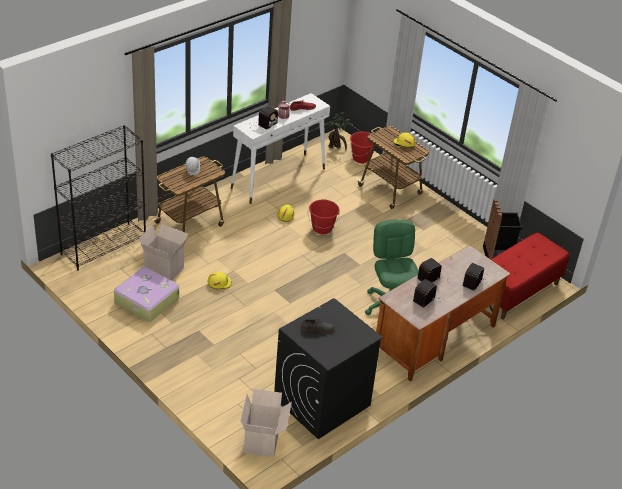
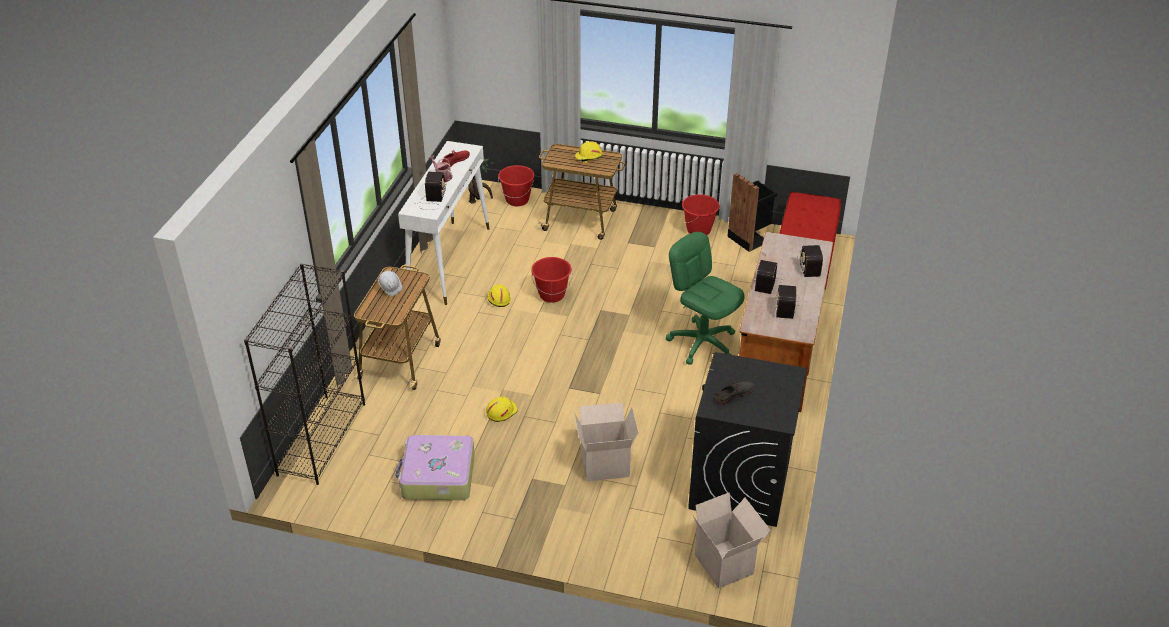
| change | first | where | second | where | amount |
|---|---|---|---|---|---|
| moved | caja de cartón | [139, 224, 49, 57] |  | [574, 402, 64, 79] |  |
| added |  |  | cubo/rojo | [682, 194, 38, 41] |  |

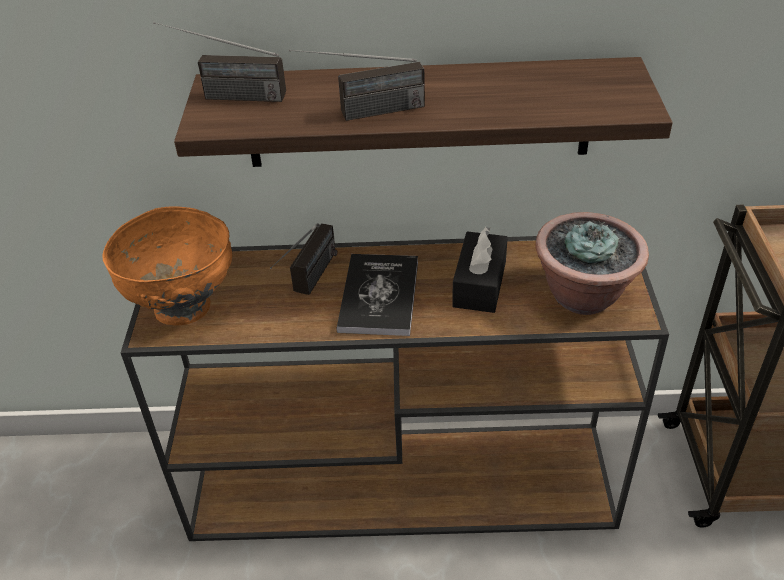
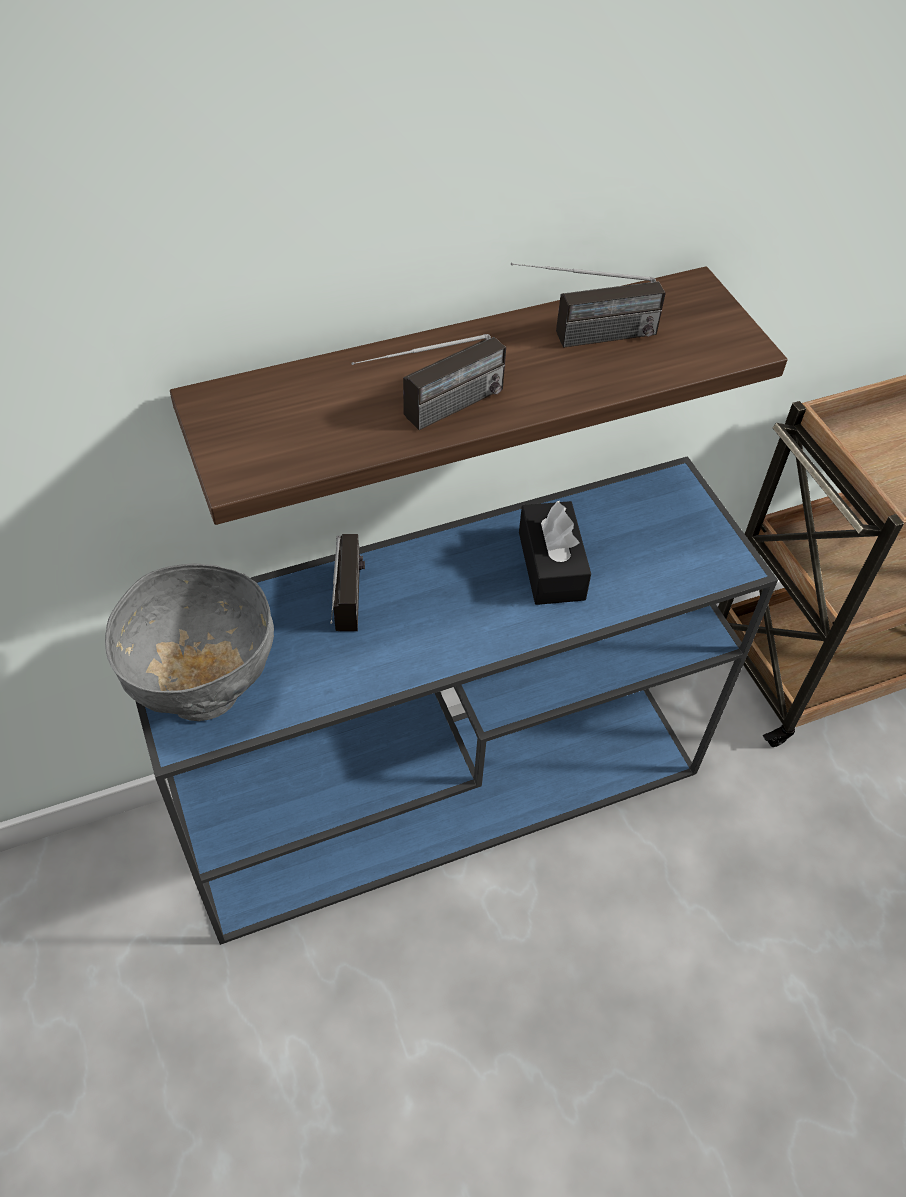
| change | first | where | second | where | amount |
|---|---|---|---|---|---|
| recoloured | cuenco/naranja | [102, 206, 130, 120] | cuenco/gris | [105, 564, 169, 157] |  |
| recoloured | mesa consola/marrón | [121, 236, 548, 305] | mesa consola/azul | [135, 456, 643, 489] |  |
| moved | radio | [153, 22, 133, 80] |  | [511, 263, 155, 85] |  |
| removed | libro | [336, 254, 82, 82] |  |  |  |
| removed | planta en maceta | [535, 212, 114, 103] |  |  |  |

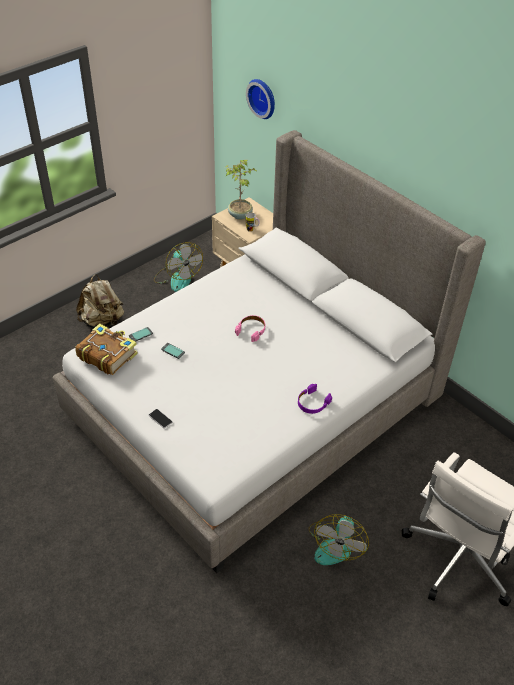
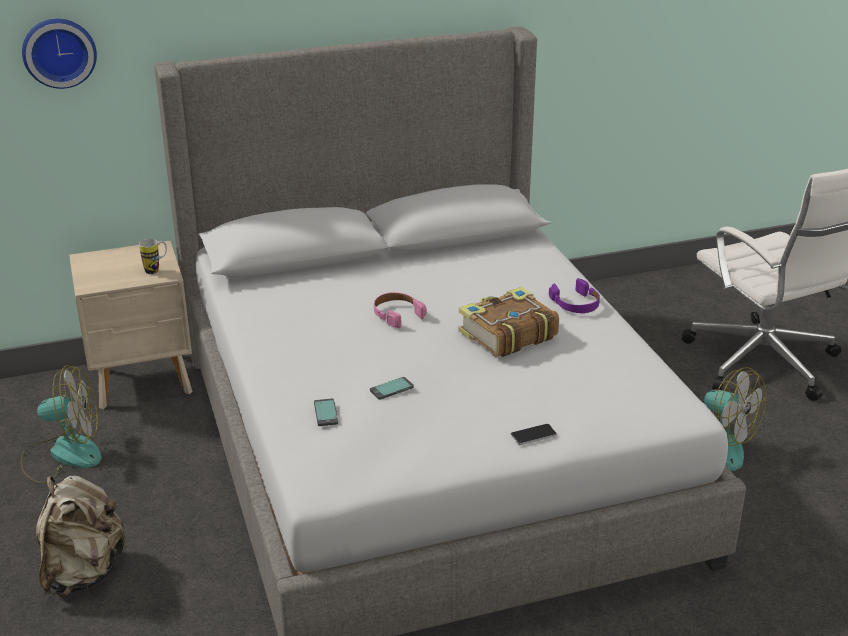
| change | first | where | second | where | amount |
|---|---|---|---|---|---|
| moved | libro | [75, 324, 63, 51] |  | [458, 287, 101, 70] |  |
| removed | planta en maceta | [226, 160, 32, 60] |  |  |  |

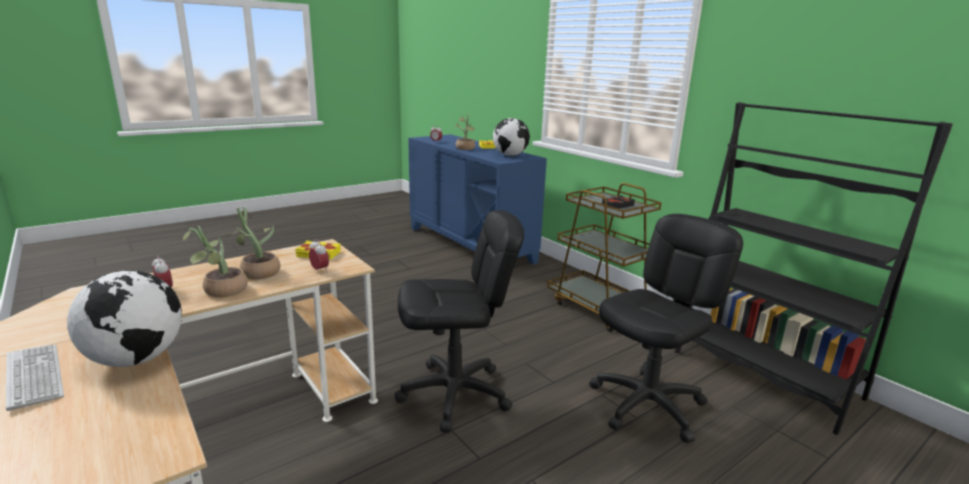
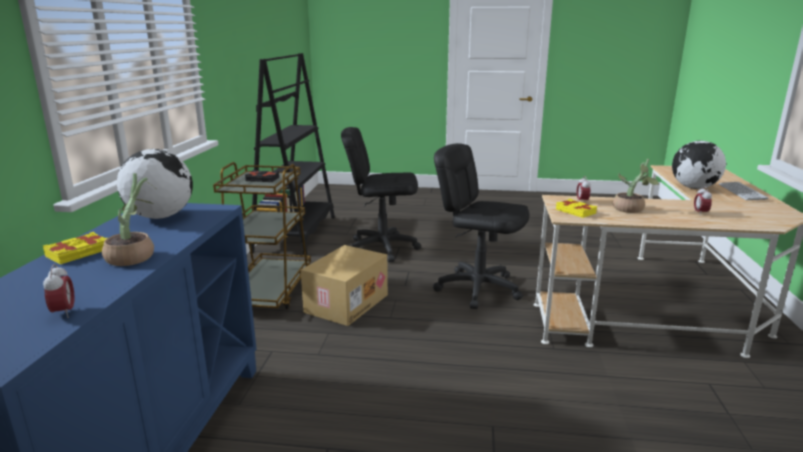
| change | first | where | second | where | amount |
|---|---|---|---|---|---|
| added |  |  | caja de cartón | [301, 245, 87, 81] |  |
| removed | planta en maceta | [183, 226, 65, 71] |  |  |  |

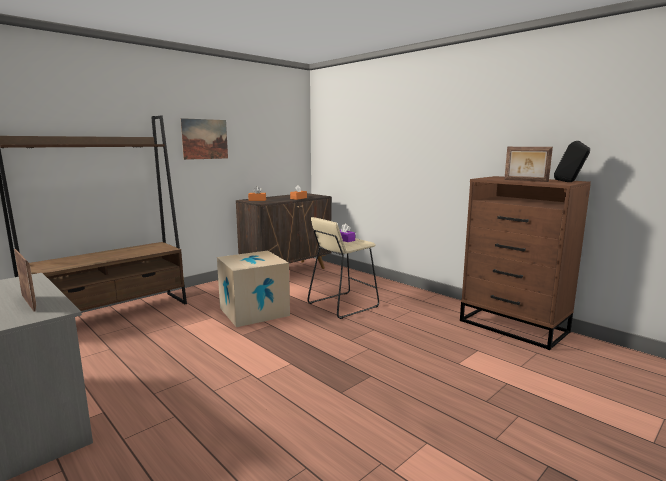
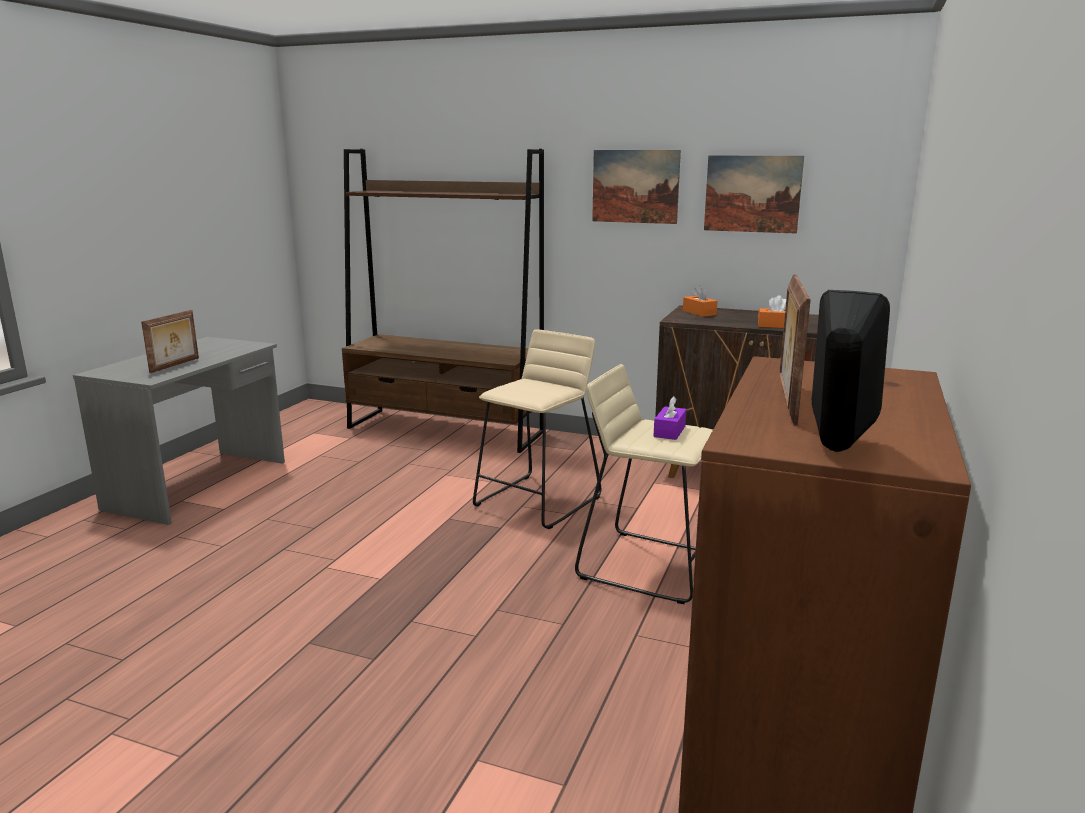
| change | first | where | second | where | amount |
|---|---|---|---|---|---|
| replaced | caja de cartón | [217, 251, 73, 76] | taburete/beis | [473, 329, 128, 200] |  |
| added |  |  | cuadro | [704, 155, 100, 79] |  |

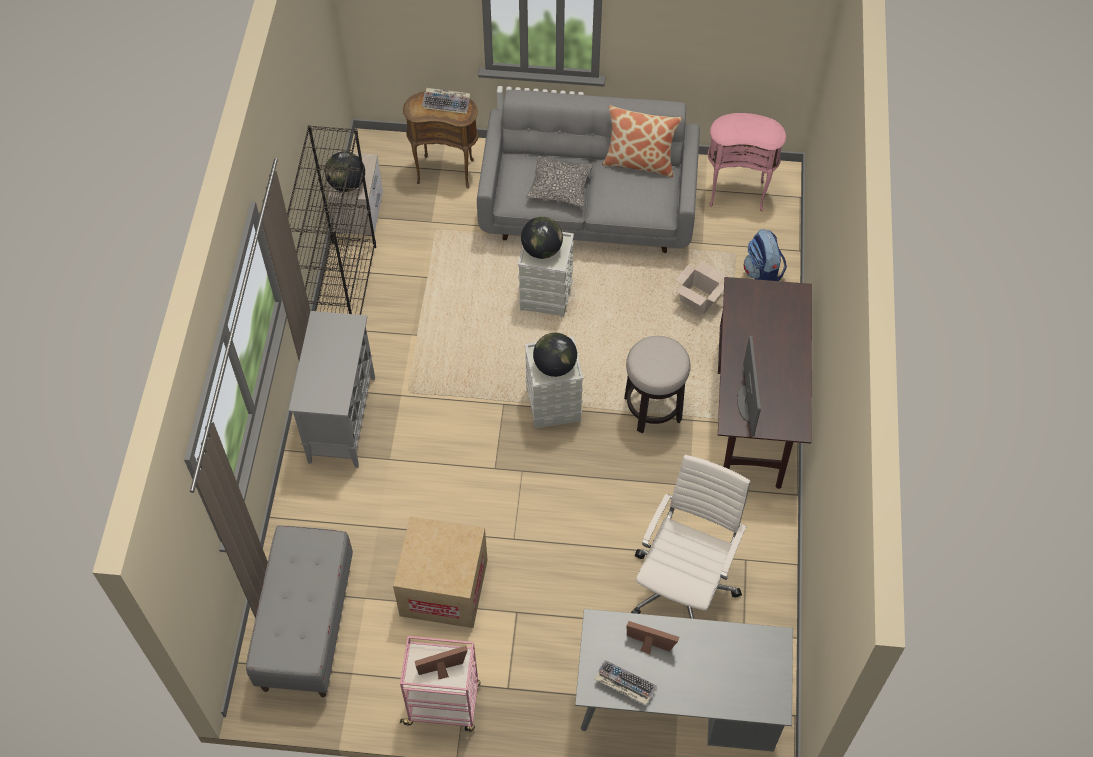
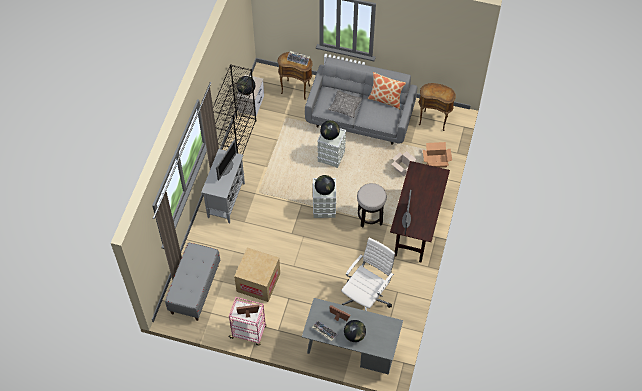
| change | first | where | second | where | amount |
|---|---|---|---|---|---|
| added |  |  | monitor | [216, 139, 21, 41] |  |
| added |  |  | globo terráqueo | [344, 320, 22, 22] |  |
| recoloured | mesa auxiliar/rosa | [707, 113, 79, 98] | mesa auxiliar/marrón | [419, 83, 37, 48] |  |
| replaced | mochila | [744, 229, 43, 52] | caja de cartón | [423, 142, 29, 26] |  |

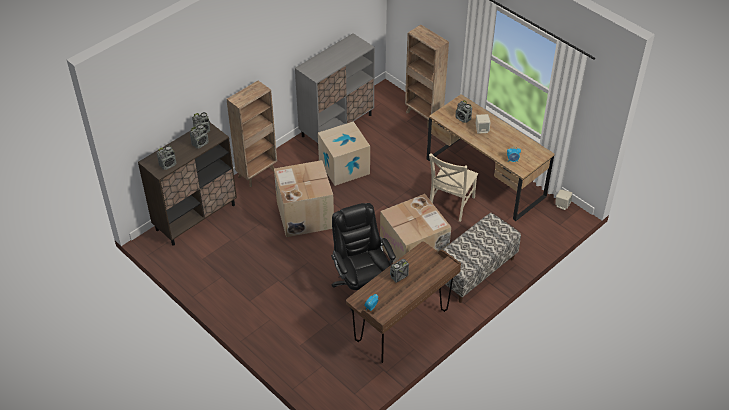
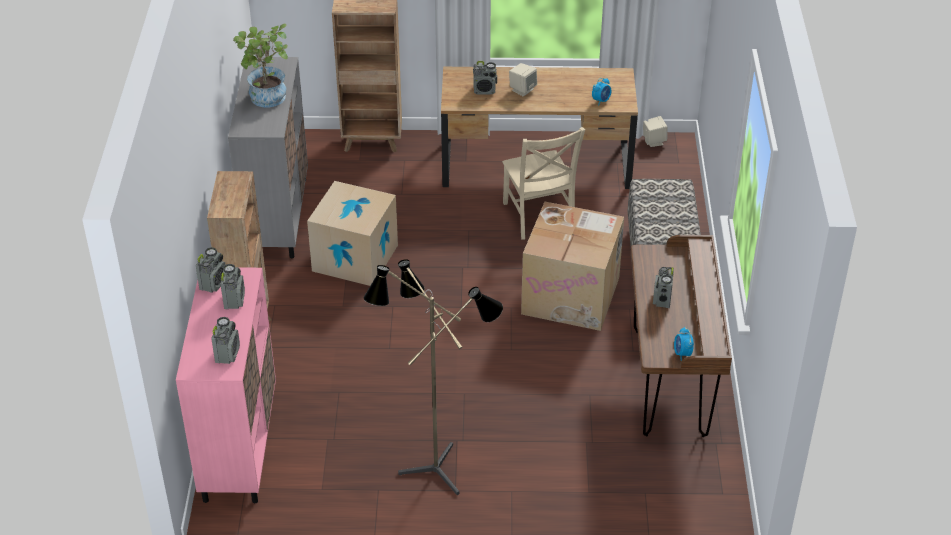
| change | first | where | second | where | amount |
|---|---|---|---|---|---|
| recoloured | armario/marrón | [138, 123, 99, 123] | armario/rosa | [176, 267, 100, 236] |  |
| added |  |  | planta en maceta | [233, 24, 55, 83] |  |
| added |  |  | lámpara de pie | [363, 259, 140, 236] |  |
| removed | caja de cartón | [274, 160, 60, 77] |  |  |  |
| removed | silla de oficina/negro | [331, 203, 65, 108] |  |  |  |

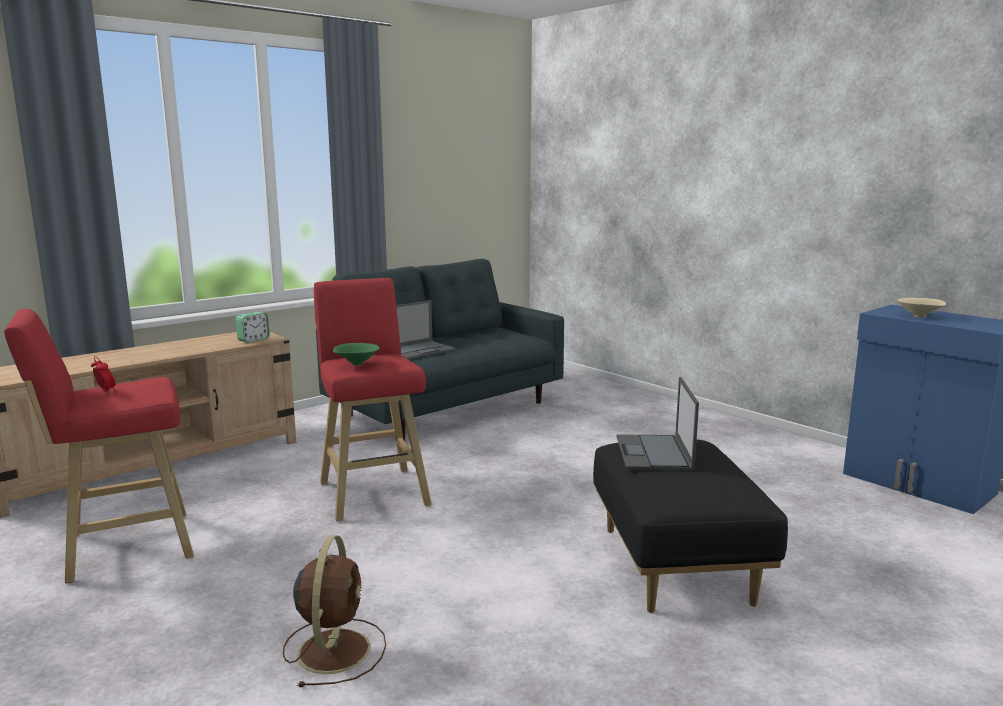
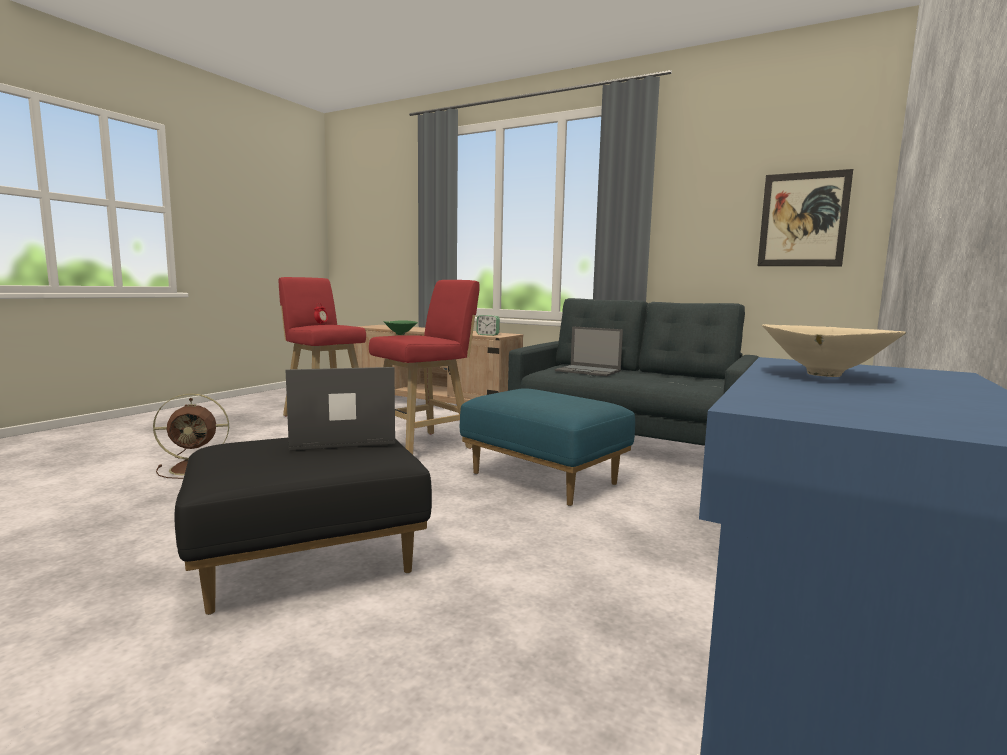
| change | first | where | second | where | amount |
|---|---|---|---|---|---|
| added |  |  | puf/azul | [459, 388, 176, 118] |  |
| added |  |  | cuadro | [758, 169, 95, 97] |  |

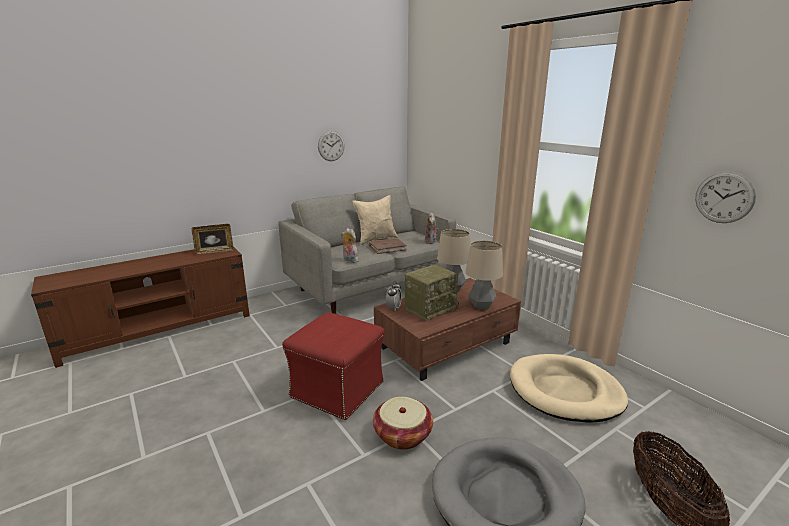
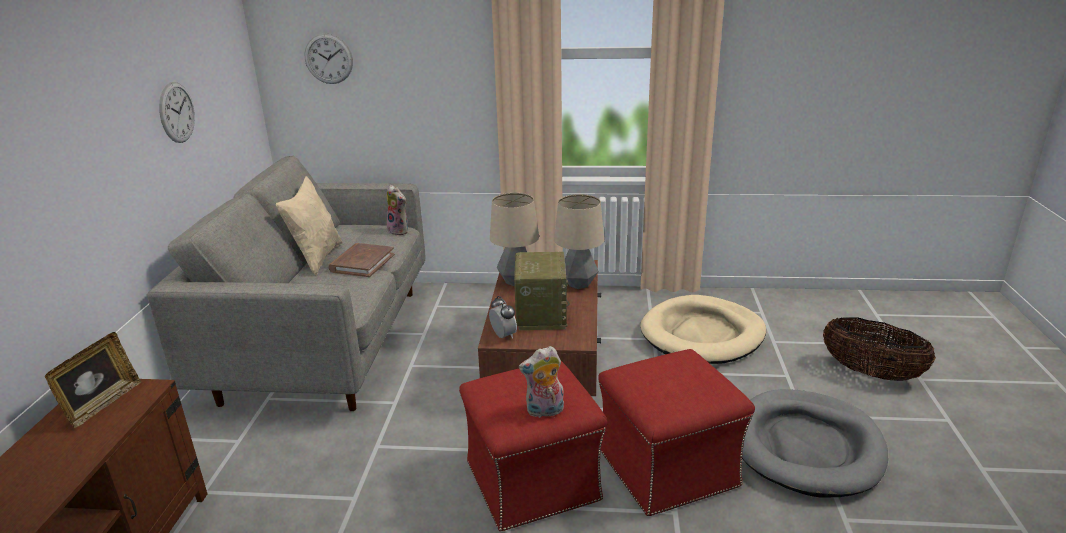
| change | first | where | second | where | amount |
|---|---|---|---|---|---|
| moved | reloj de pared | [695, 172, 61, 51] |  | [305, 33, 48, 51] |  |
| moved | peluche | [341, 228, 18, 35] |  | [519, 346, 45, 72] |  |
| replaced | cesta | [373, 397, 60, 53] | puf/rojo | [598, 349, 157, 167] |  |

